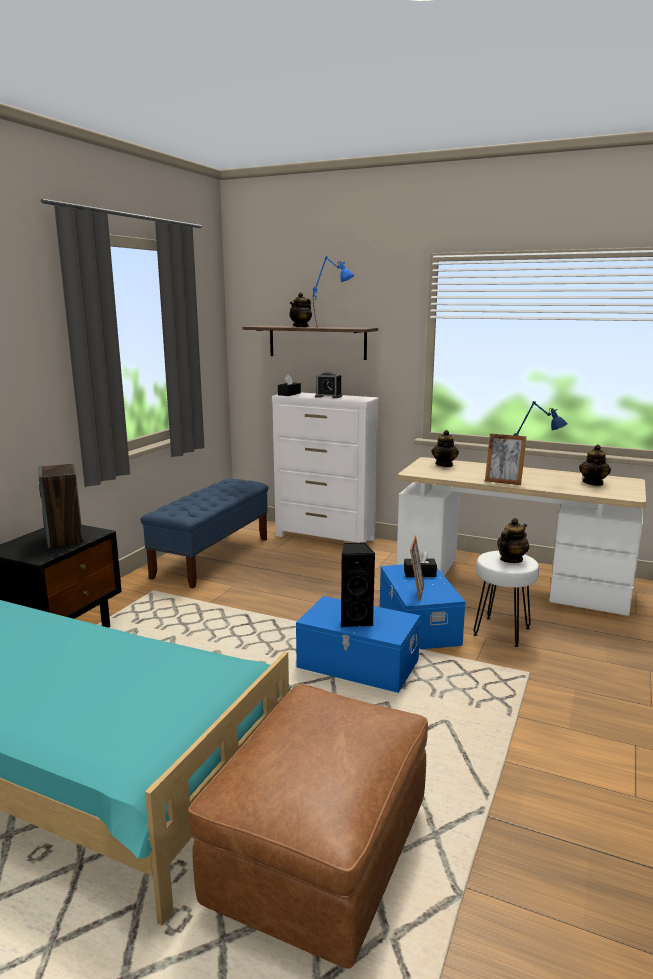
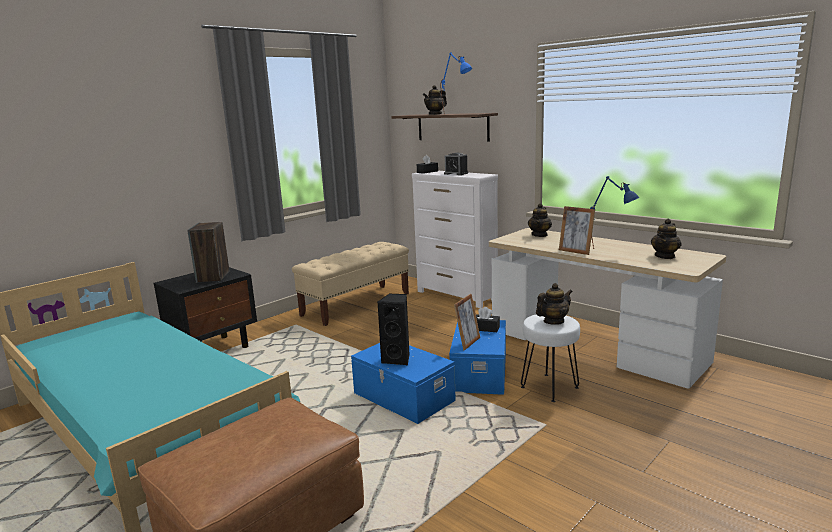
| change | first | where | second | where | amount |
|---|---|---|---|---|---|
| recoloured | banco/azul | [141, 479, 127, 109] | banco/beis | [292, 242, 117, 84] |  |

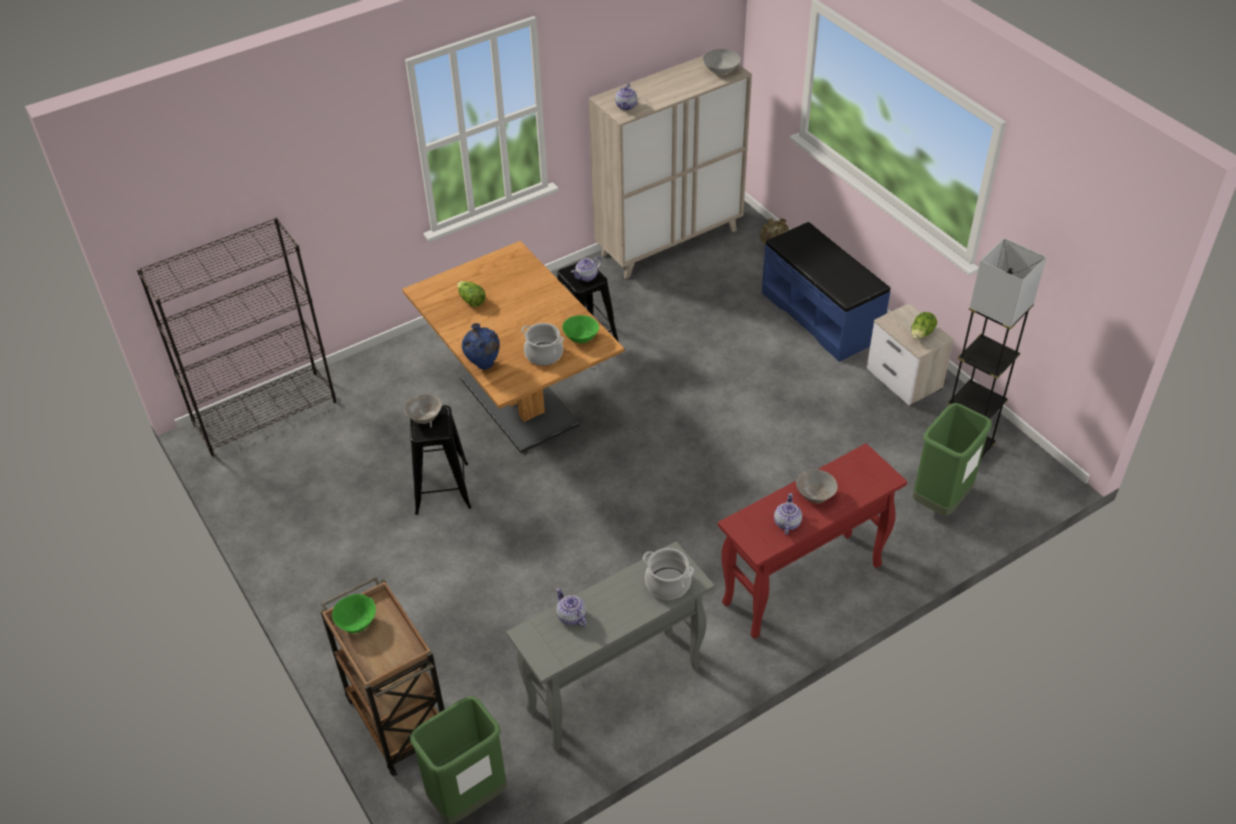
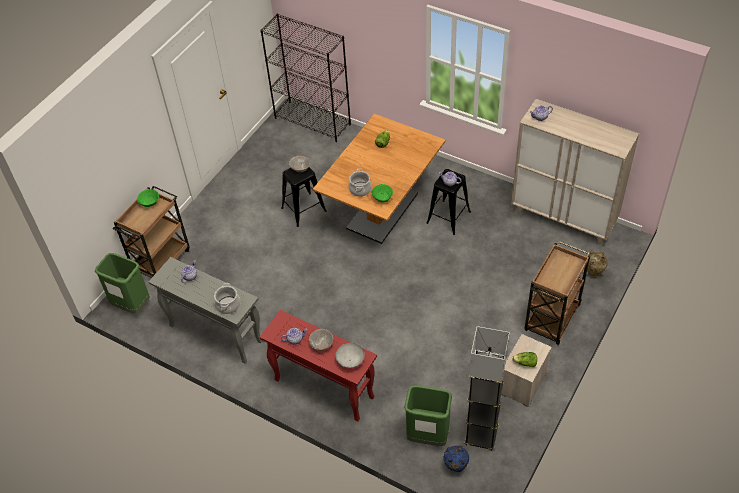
| change | first | where | second | where | amount |
|---|---|---|---|---|---|
| moved | cuenco/gris | [703, 49, 38, 25] |  | [336, 343, 29, 25] |  |
| moved | florero/azul | [462, 323, 38, 47] |  | [443, 445, 26, 27] |  |
| replaced | banco/azul | [762, 222, 129, 140] | carrito/marrón | [524, 241, 66, 104] |  |

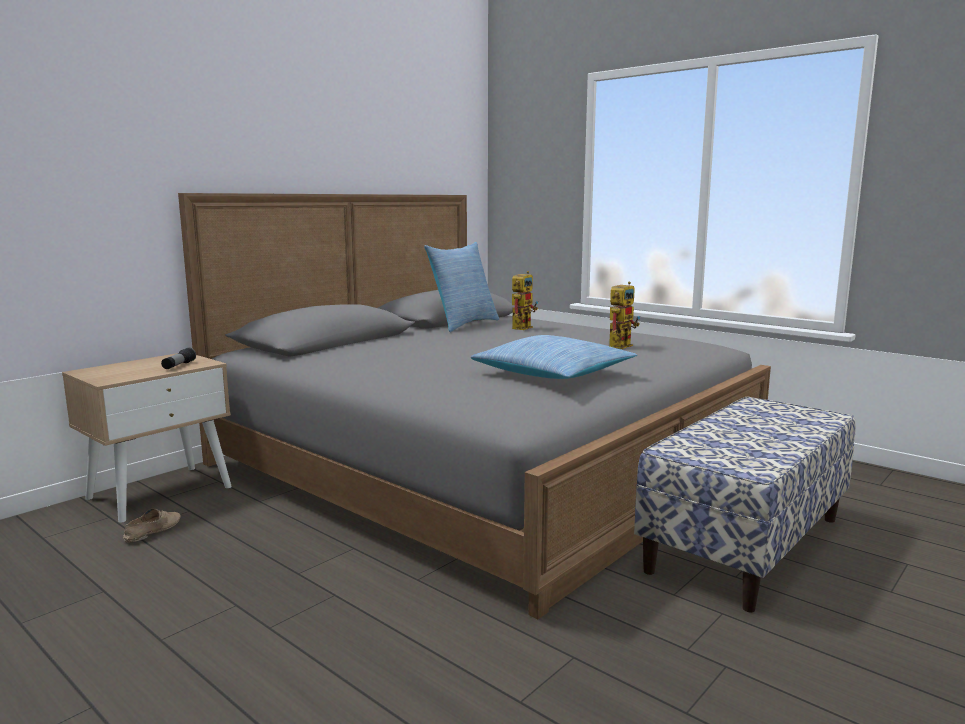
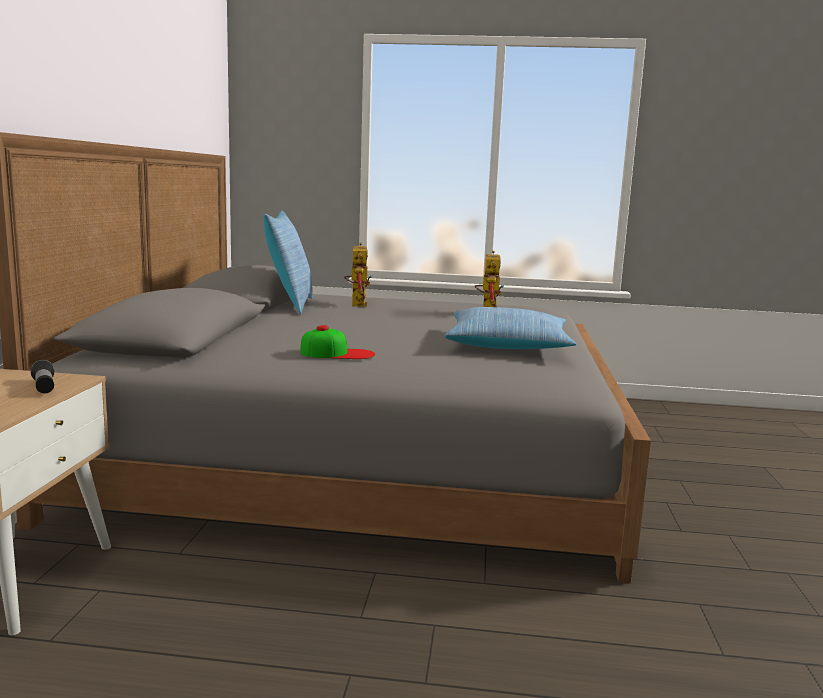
| change | first | where | second | where | amount |
|---|---|---|---|---|---|
| added |  |  | gorra | [300, 325, 75, 34] |  |
| removed | zapato/beis | [123, 508, 58, 35] |  |  |  |
| removed | banco | [634, 396, 222, 216] |  |  |  |

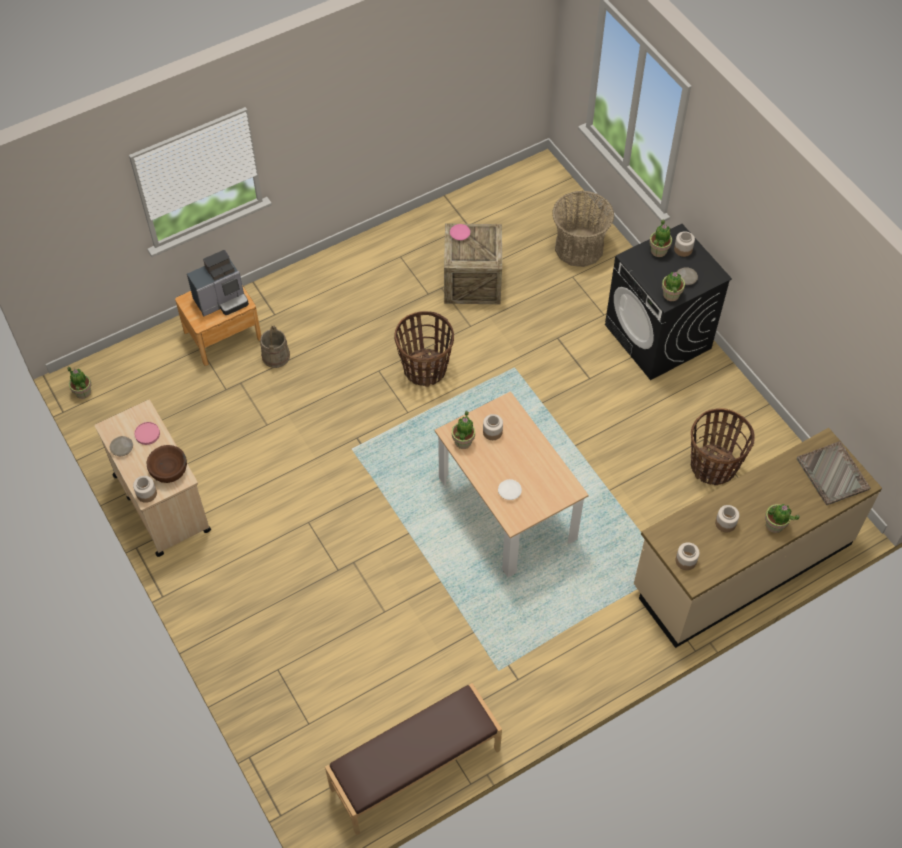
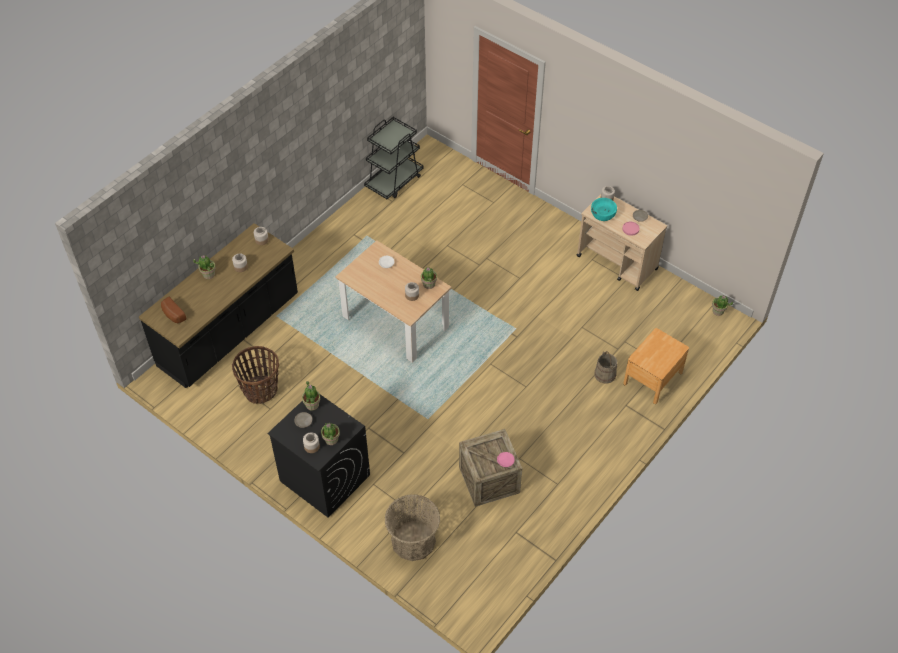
| change | first | where | second | where | amount |
|---|---|---|---|---|---|
| recoloured | mueble bajo de cocina/beis | [634, 428, 248, 220] | mueble bajo de cocina/negro | [139, 223, 159, 165] |  |
| replaced | bandeja/gris | [797, 441, 74, 64] | pan | [161, 297, 25, 26] |  |
| replaced | banco/marrón | [325, 683, 177, 152] | carrito/negro | [364, 117, 60, 82] |  |
| recoloured | cuenco/marrón | [146, 445, 41, 38] | cuenco/turquesa | [591, 198, 26, 23] |  |
| removed | cafetera | [187, 250, 62, 66] |  |  |  |
| removed | cesta | [394, 311, 60, 76] |  |  |  |

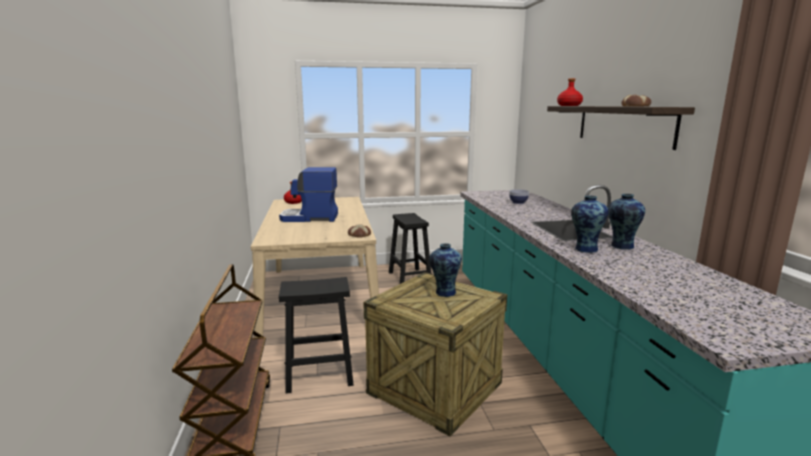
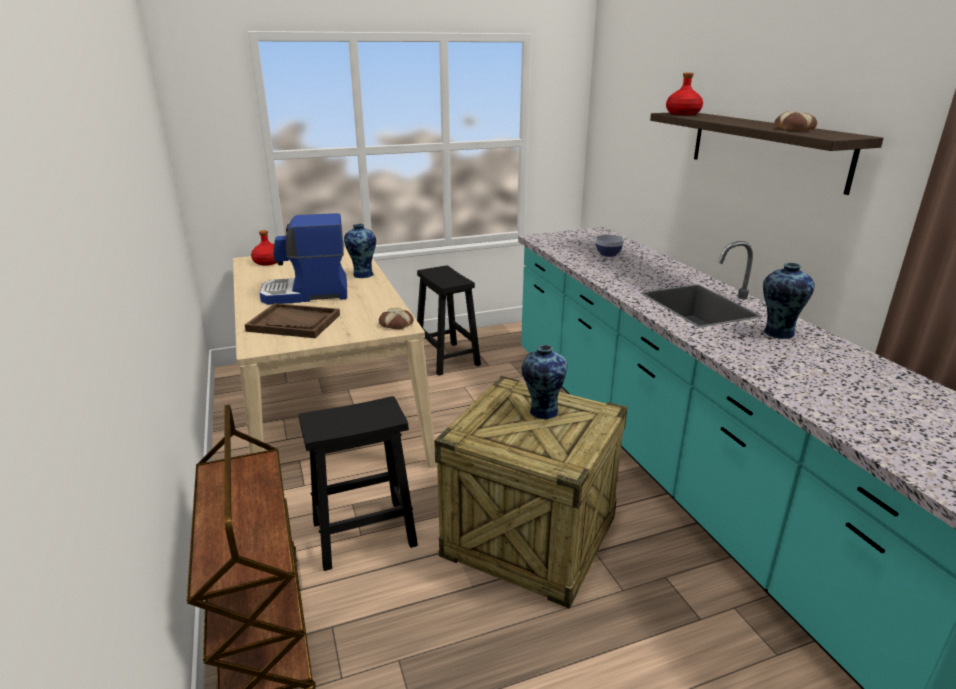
| change | first | where | second | where | amount |
|---|---|---|---|---|---|
| added |  |  | bandeja/marrón | [245, 303, 95, 35] |  |
| moved | florero | [571, 195, 38, 58] |  | [344, 224, 32, 54] |  |

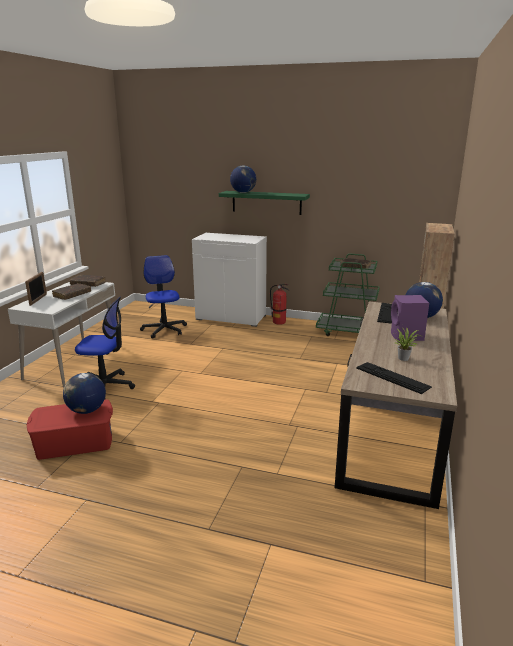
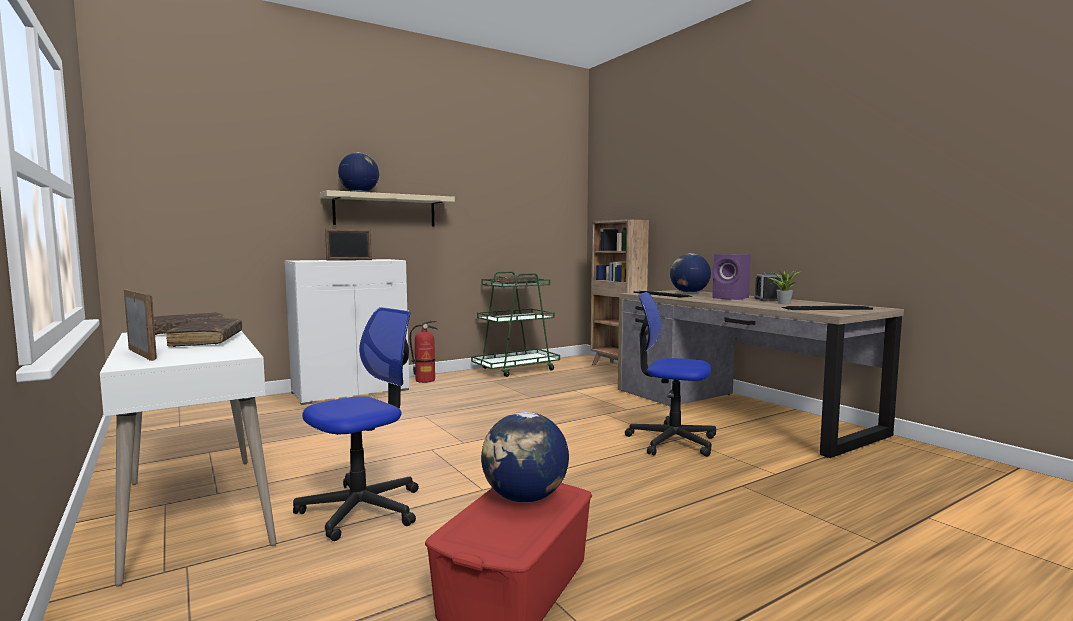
| change | first | where | second | where | amount |
|---|---|---|---|---|---|
| recoloured | estante/verde | [219, 191, 91, 24] | estante/beis | [320, 190, 135, 37] |  |
| added |  |  | portarretratos | [325, 229, 47, 32] |  |
| moved | silla de oficina | [140, 255, 47, 84] |  | [625, 292, 91, 165] |  |
| added |  |  | despertador | [754, 272, 29, 29] |  |

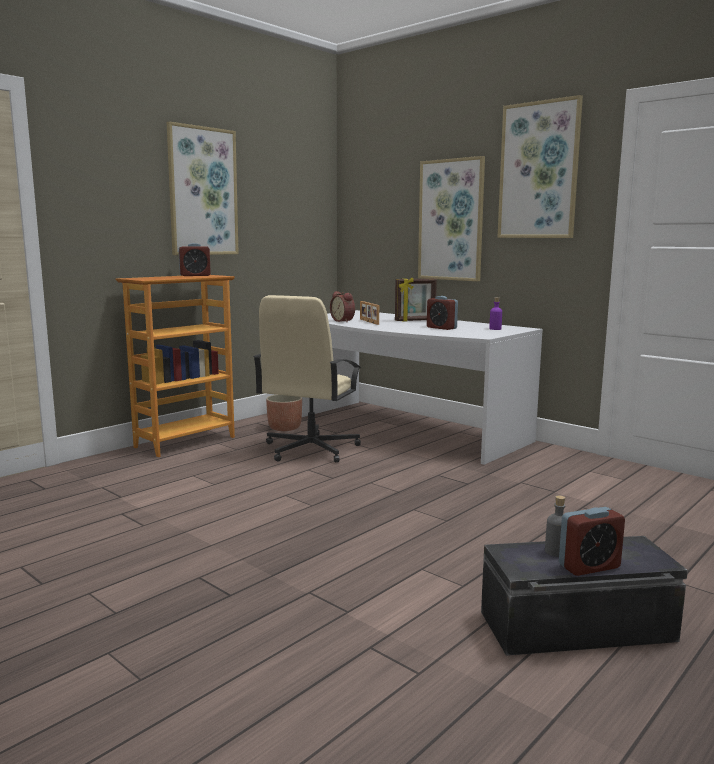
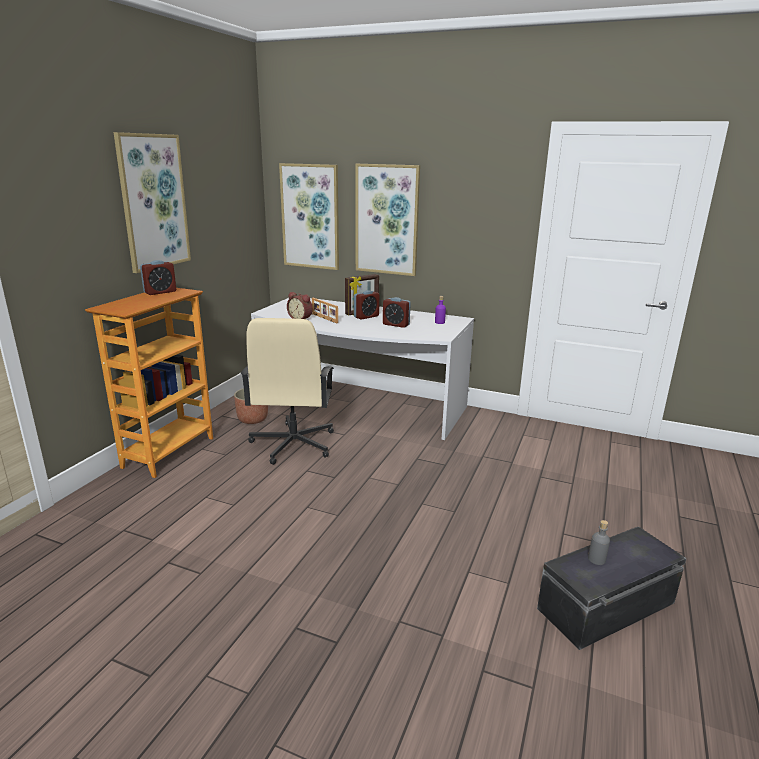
| change | first | where | second | where | amount |
|---|---|---|---|---|---|
| moved | cuadro | [497, 95, 86, 143] |  | [279, 163, 60, 107] |  |
| moved | despertador | [559, 507, 66, 69] |  | [354, 290, 25, 30] |  |

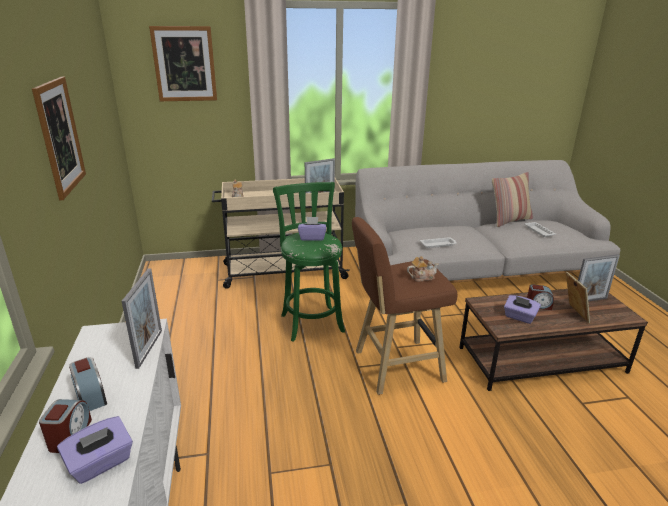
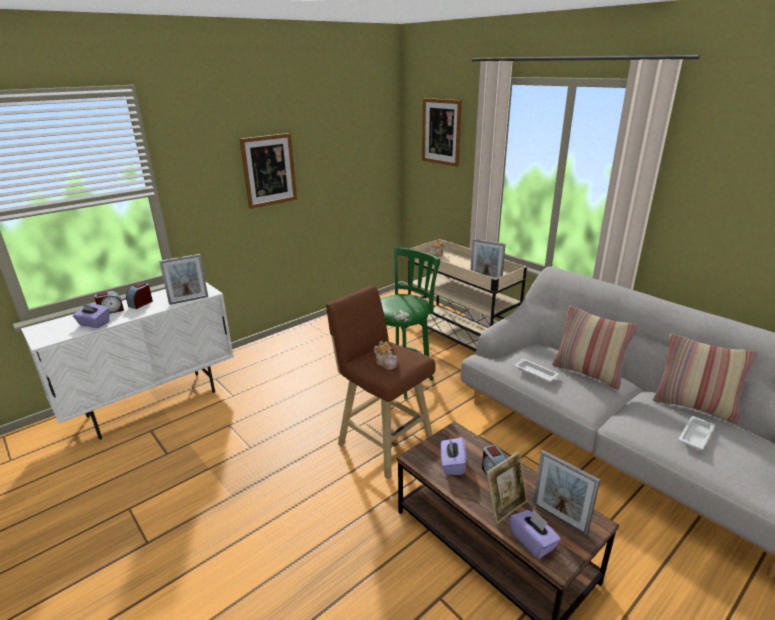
| change | first | where | second | where | amount |
|---|---|---|---|---|---|
| moved | caja de pañuelos/morado | [298, 217, 28, 24] |  | [510, 510, 51, 49] |  |
| added |  |  | cojín | [552, 306, 86, 84] |  |

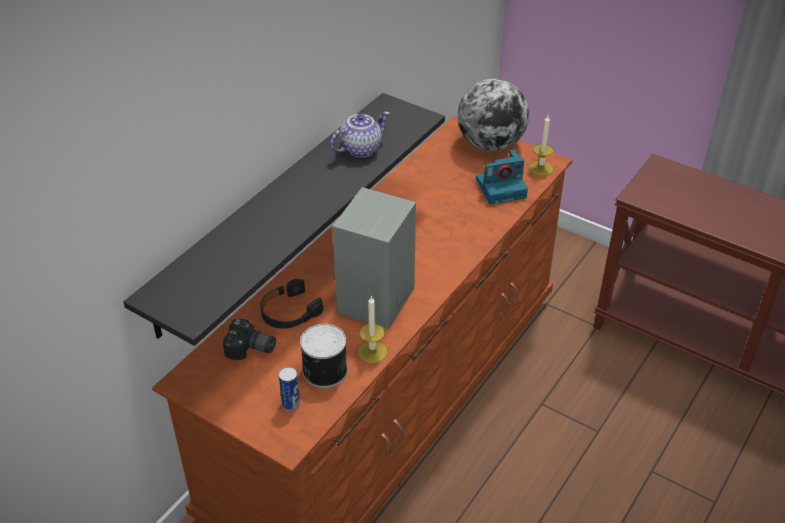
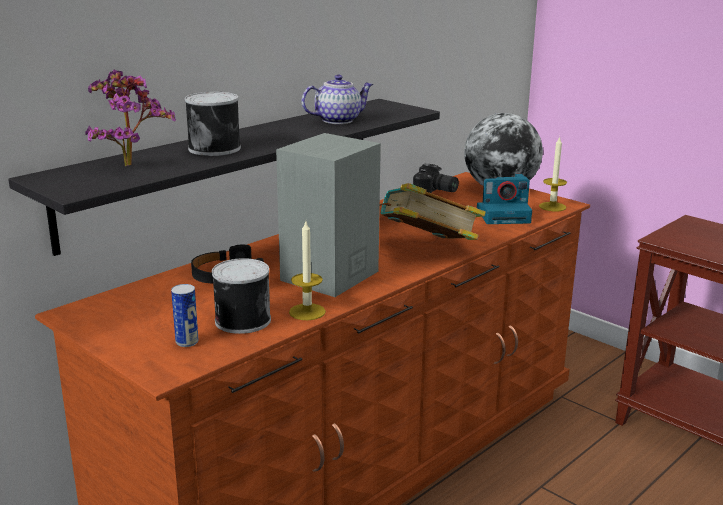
| change | first | where | second | where | amount |
|---|---|---|---|---|---|
| added |  |  | planta en maceta | [85, 70, 91, 97] |  |
| added |  |  | lata | [185, 92, 56, 64] |  |
| added |  |  | libro | [380, 183, 106, 57] |  |
| moved | cámara | [223, 319, 53, 41] |  | [413, 163, 46, 30] |  |

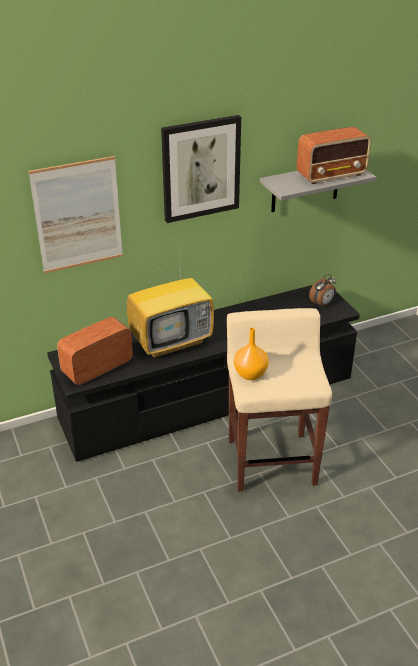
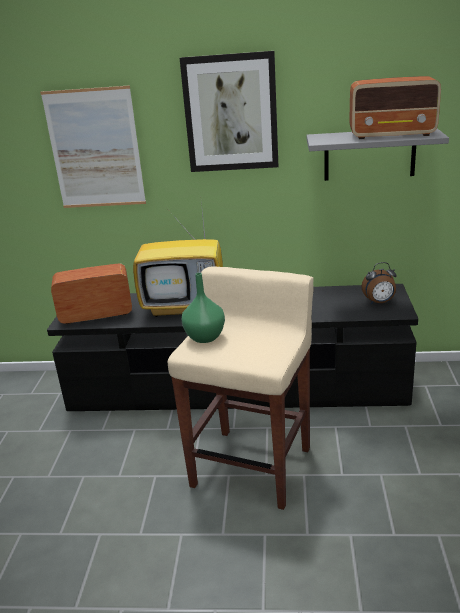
| change | first | where | second | where | amount |
|---|---|---|---|---|---|
| recoloured | florero/naranja | [234, 328, 35, 52] | florero/verde | [182, 273, 43, 70] |  |

